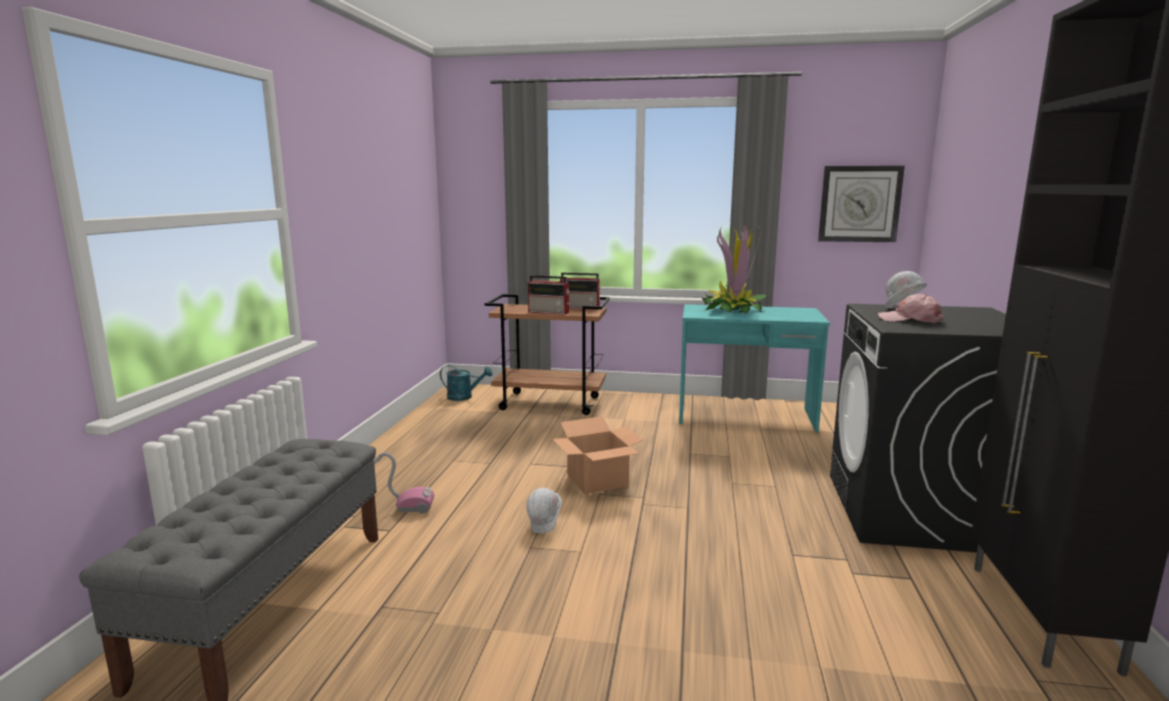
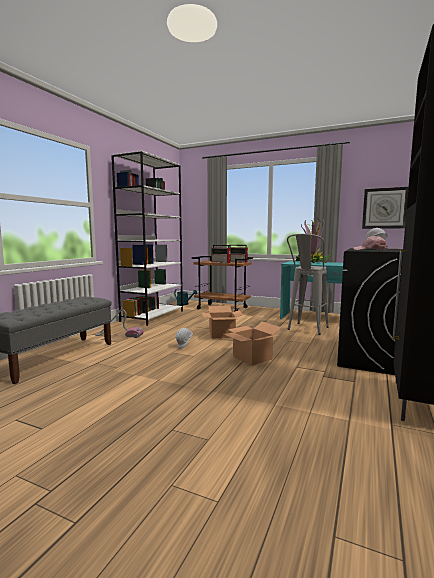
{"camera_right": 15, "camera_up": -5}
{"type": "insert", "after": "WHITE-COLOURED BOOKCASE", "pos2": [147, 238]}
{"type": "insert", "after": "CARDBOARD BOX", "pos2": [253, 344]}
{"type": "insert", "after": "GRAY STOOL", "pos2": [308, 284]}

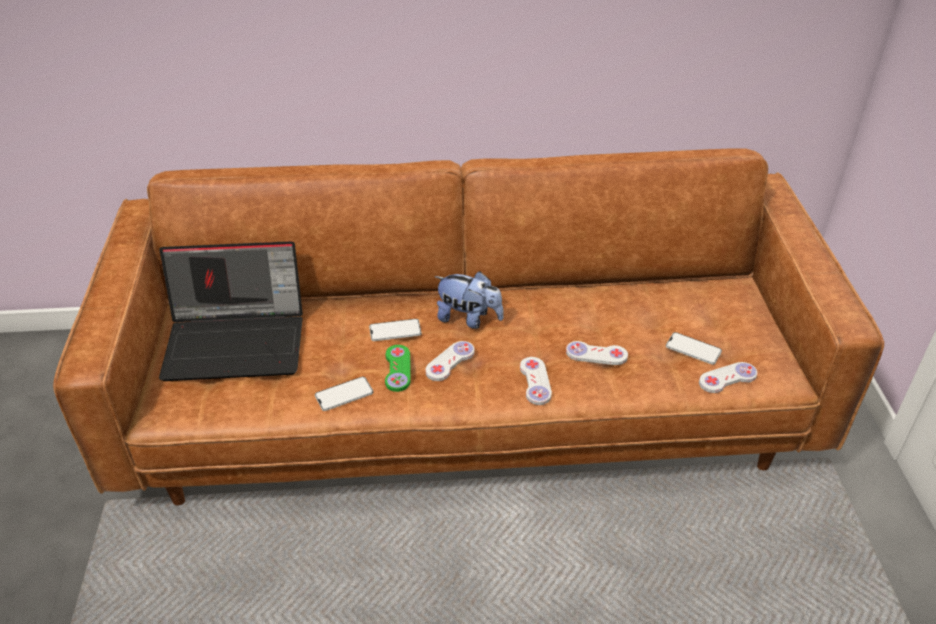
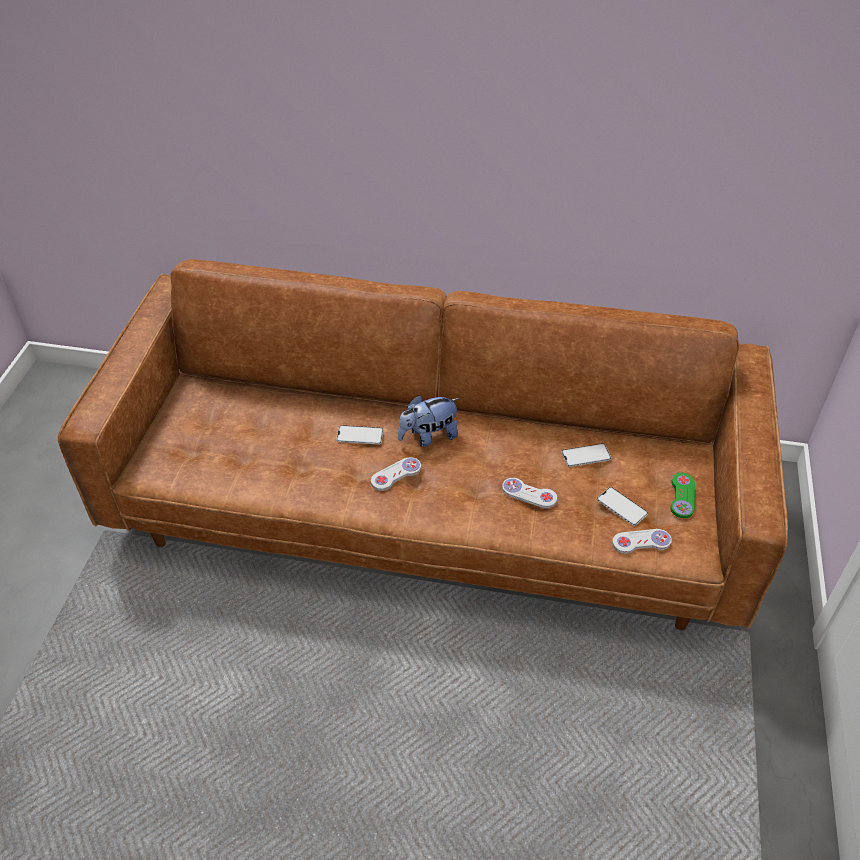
{"camera_right": 15, "camera_up": 5}
{"type": "delete", "before": "PORTABLE COMPUTER", "pos1": [231, 311]}
{"type": "delete", "before": "WHITE-COLOURED JOYPAD", "pos1": [536, 381]}
{"type": "move", "before": "HANDSET", "pos1": [344, 393], "pos2": [586, 455]}
{"type": "move", "before": "GREEN JOYPAD", "pos1": [398, 368], "pos2": [682, 495]}
{"type": "rotate", "before": "PLUSH TOY", "pos1": [469, 300], "pos2": [429, 421], "turn": 120}

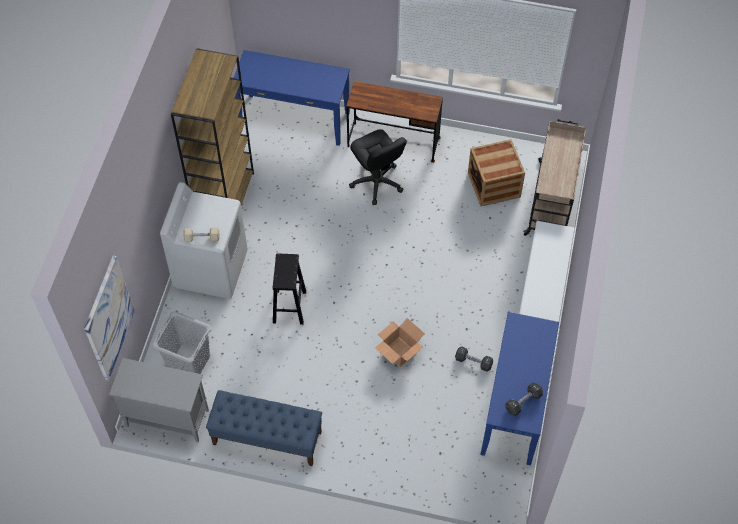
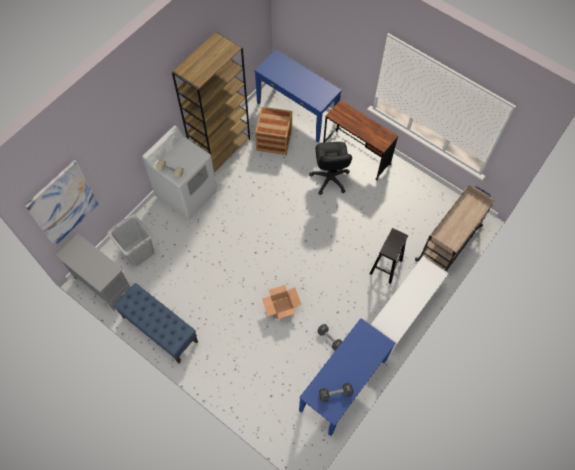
{"camera_right": 25, "camera_up": 5}
{"type": "move", "before": "BLACK STOOL", "pos1": [289, 289], "pos2": [388, 256]}
{"type": "move", "before": "SHIPPING CRATE", "pos1": [496, 172], "pos2": [273, 131]}

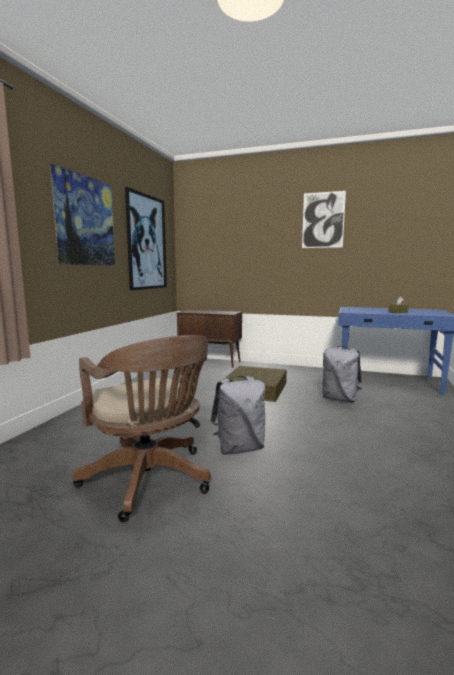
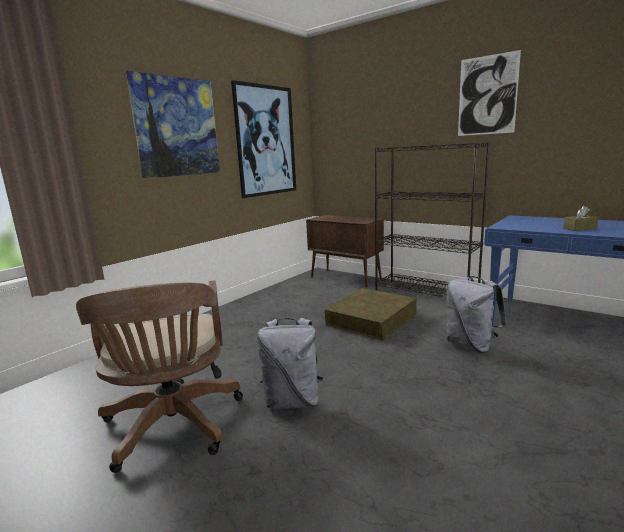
{"camera_right": 20, "camera_up": 5}
{"type": "insert", "after": "BLACK BOOKCASE", "pos2": [432, 220]}

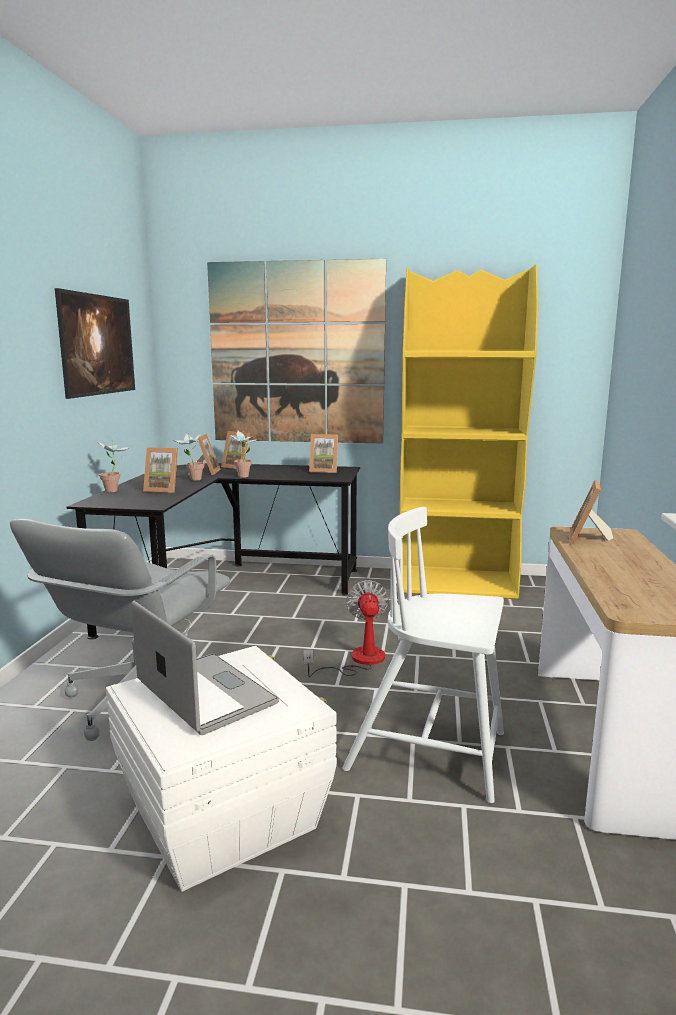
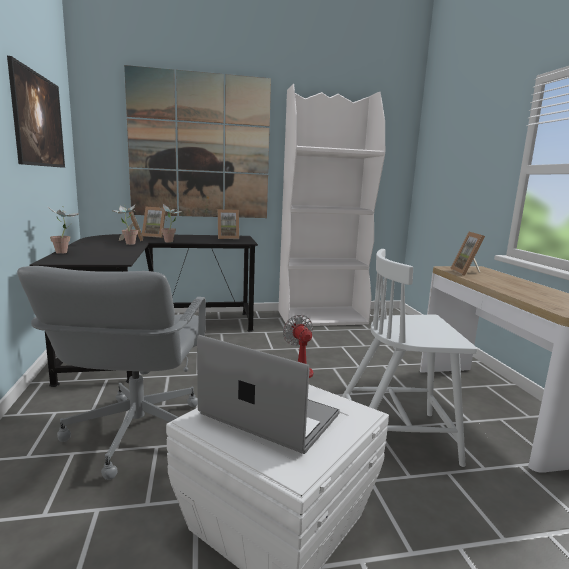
{"camera_right": -20, "camera_up": 0}
{"type": "delete", "before": "PICTURE FRAME", "pos1": [160, 470]}
{"type": "recolor", "before": "YELLOWISH BOOKCASE", "after": "WHITE-COLOURED BOOKCASE", "pos1": [467, 431], "pos2": [331, 205]}

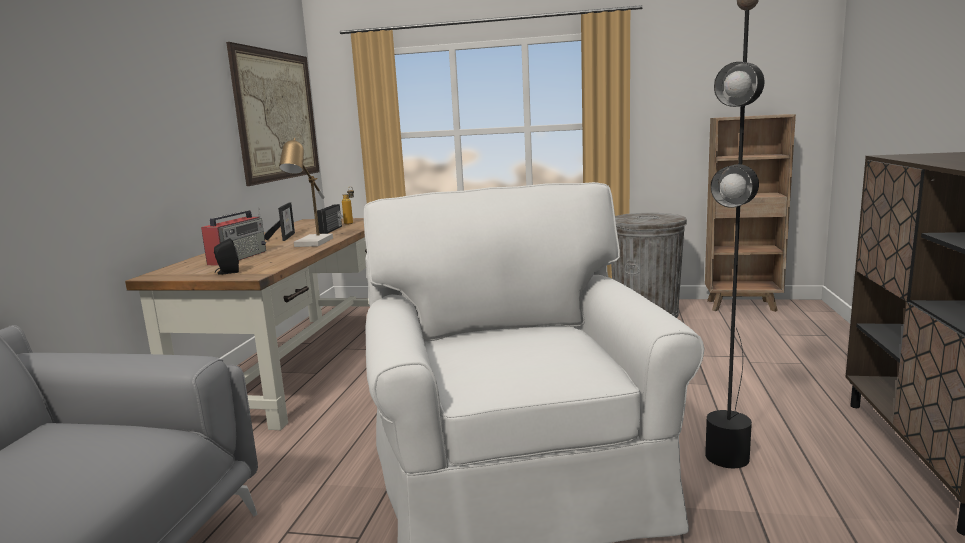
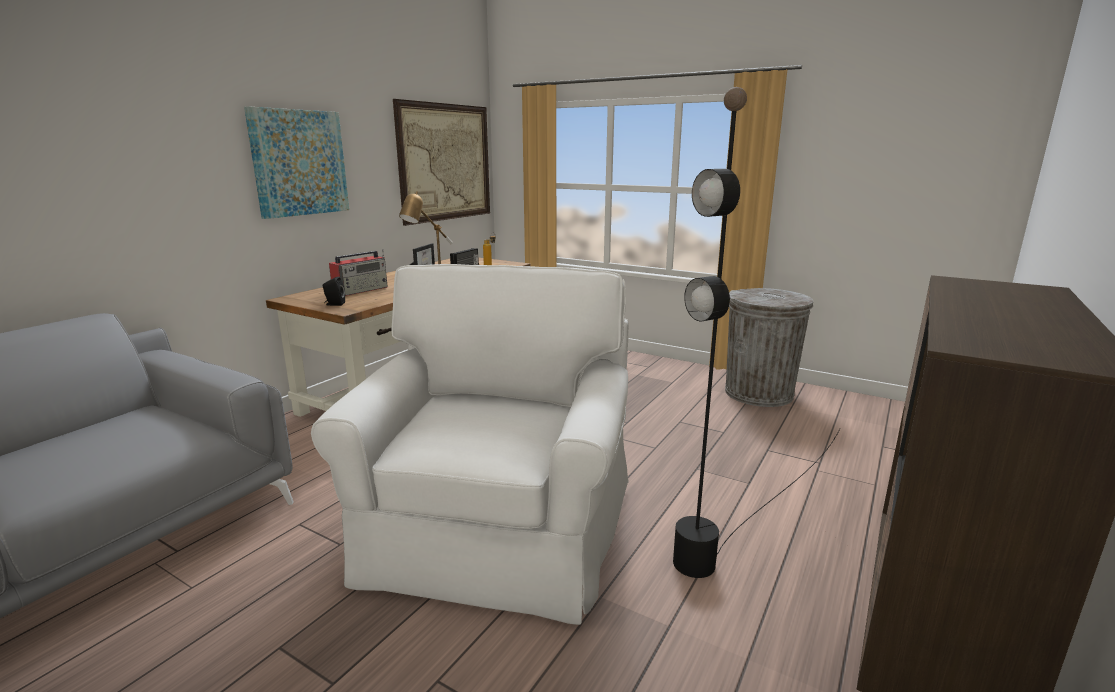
{"camera_right": 20, "camera_up": 5}
{"type": "delete", "before": "BROWN BOOKCASE", "pos1": [750, 213]}
{"type": "insert", "after": "WALL PICTURE", "pos2": [296, 162]}

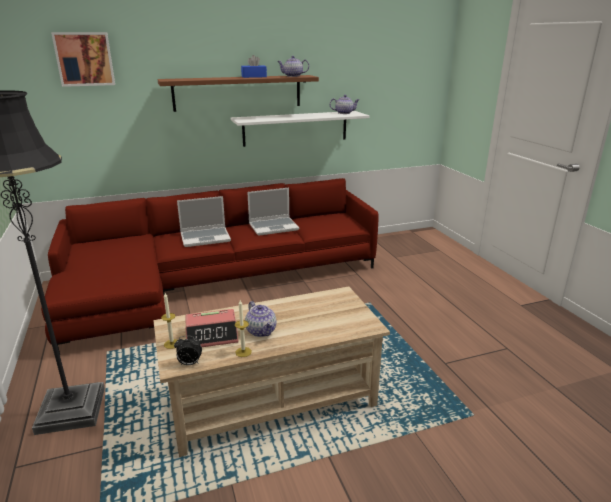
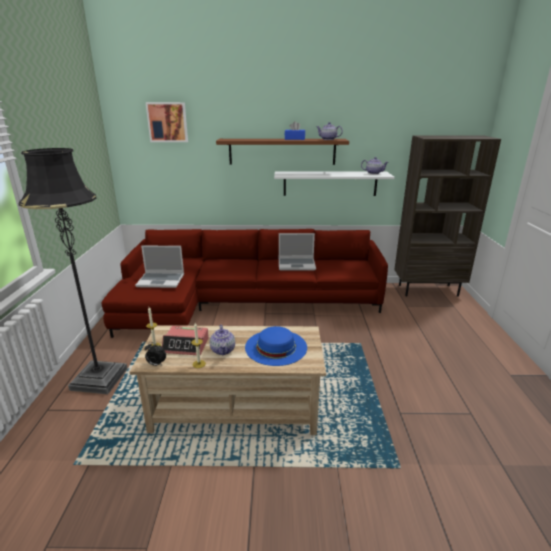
{"camera_right": 20, "camera_up": 0}
{"type": "insert", "after": "BLUE-COLOURED CLOTHING HAT", "pos2": [276, 346]}
{"type": "insert", "after": "BROWN BOOKCASE", "pos2": [447, 216]}
{"type": "move", "before": "PORTABLE COMPUTER", "pos1": [204, 221], "pos2": [159, 266]}

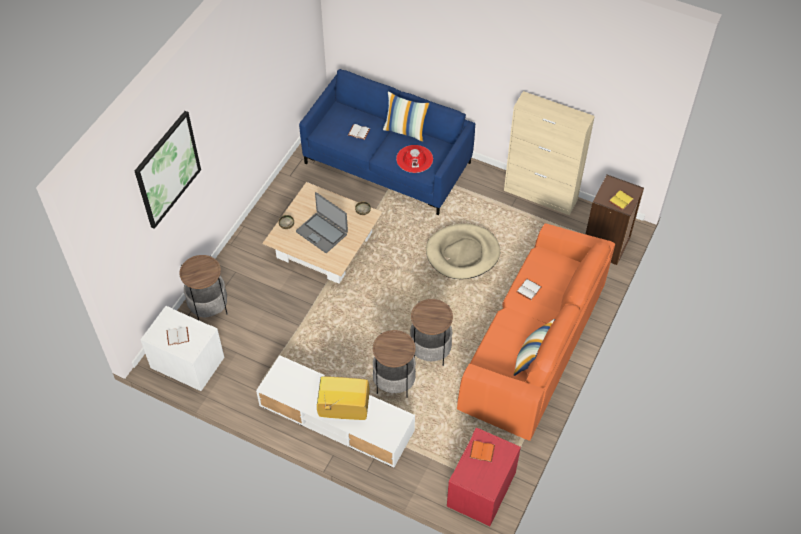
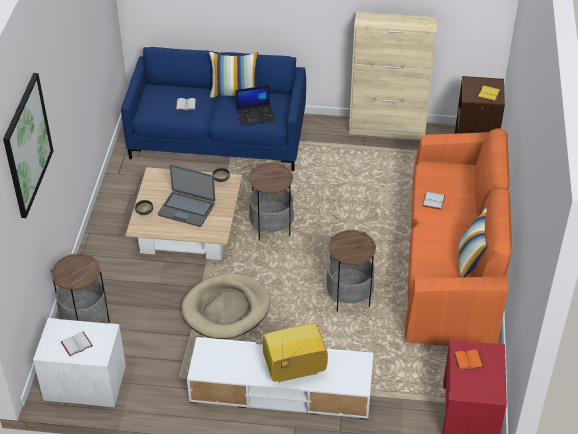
{"camera_right": -20, "camera_up": -10}
{"type": "move", "before": "ACCENT TABLE", "pos1": [394, 364], "pos2": [271, 201]}
{"type": "move", "before": "SAND-COLOURED PET BED", "pos1": [463, 251], "pos2": [225, 306]}
{"type": "replace", "before": "REDDISH CLOTHING HAT", "after": "PORTABLE COMPUTER", "pos1": [414, 159], "pos2": [256, 105]}

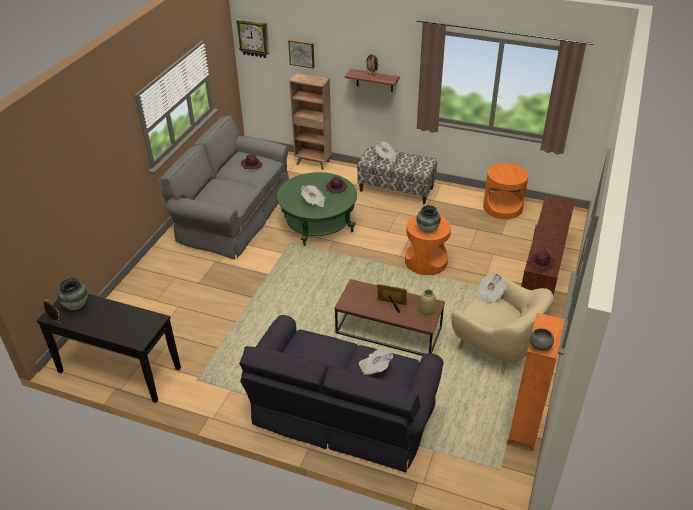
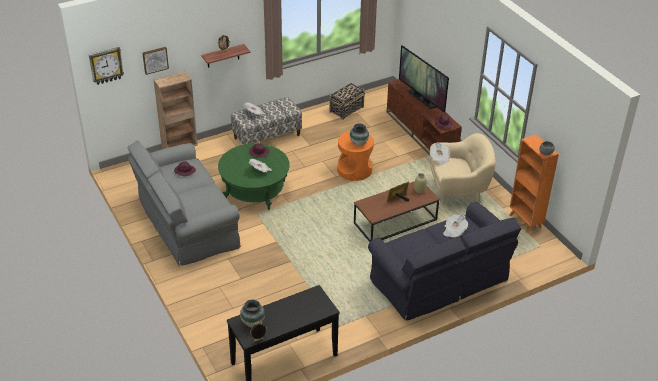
{"camera_right": -50, "camera_up": 0}
{"type": "insert", "after": "TV", "pos2": [424, 79]}
{"type": "replace", "before": "ORANGE ACCENT TABLE", "after": "HOUSEHOLD BASKET", "pos1": [506, 191], "pos2": [347, 101]}

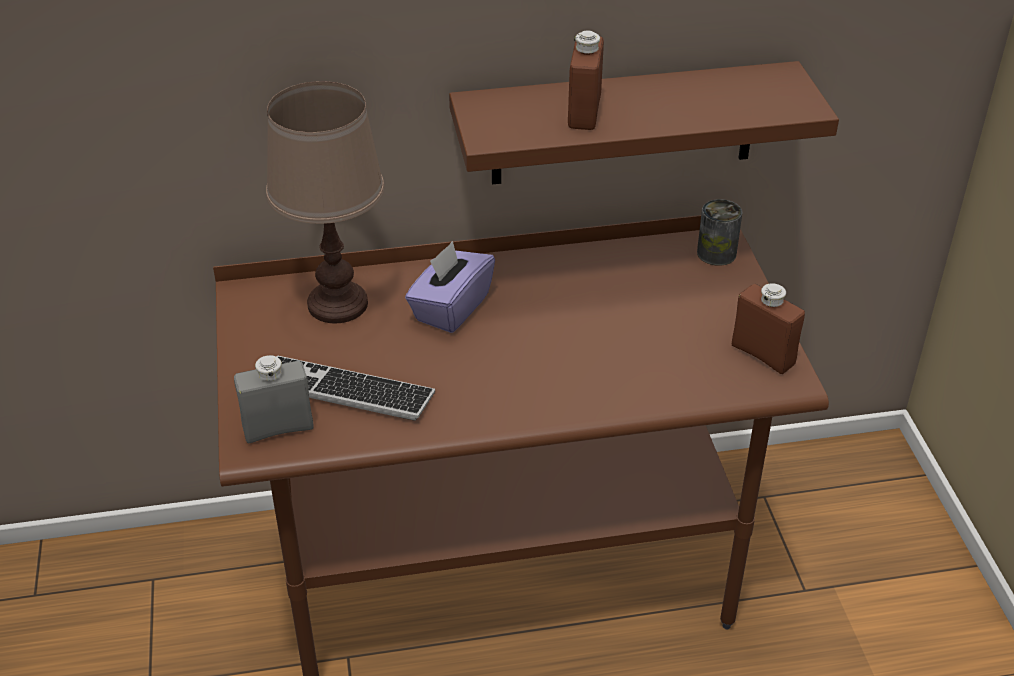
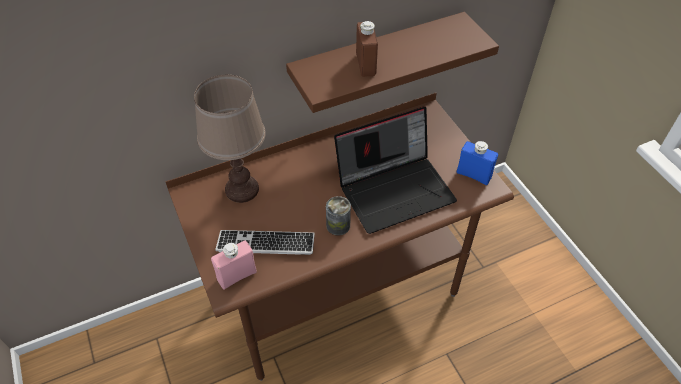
{"camera_right": -15, "camera_up": 10}
{"type": "delete", "before": "PURPLE TISSUE BOX", "pos1": [450, 287]}
{"type": "insert", "after": "PORTABLE COMPUTER", "pos2": [395, 170]}
{"type": "move", "before": "SEALED CAN", "pos1": [719, 232], "pos2": [338, 216]}
{"type": "recolor", "before": "GRAY DRINK BOTTLE", "after": "PINKISH DRINK BOTTLE", "pos1": [274, 399], "pos2": [234, 265]}
{"type": "recolor", "before": "BROWN DRINK BOTTLE", "after": "BLUE-COLOURED DRINK BOTTLE", "pos1": [768, 328], "pos2": [477, 163]}

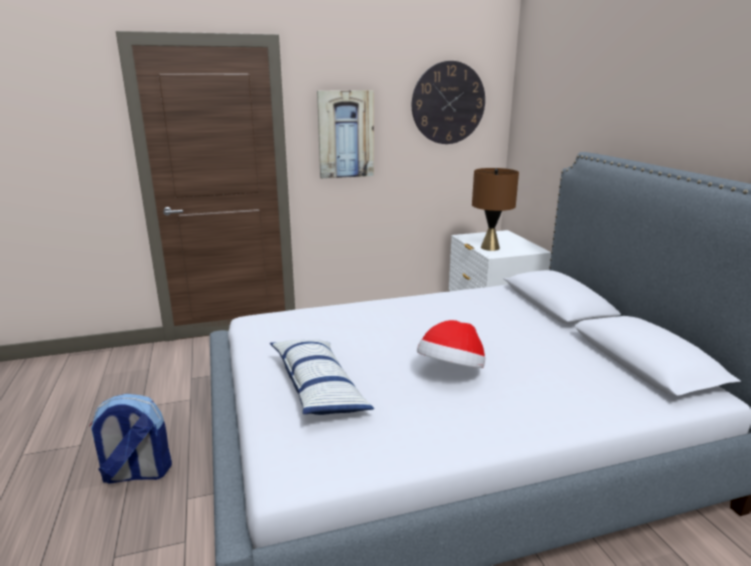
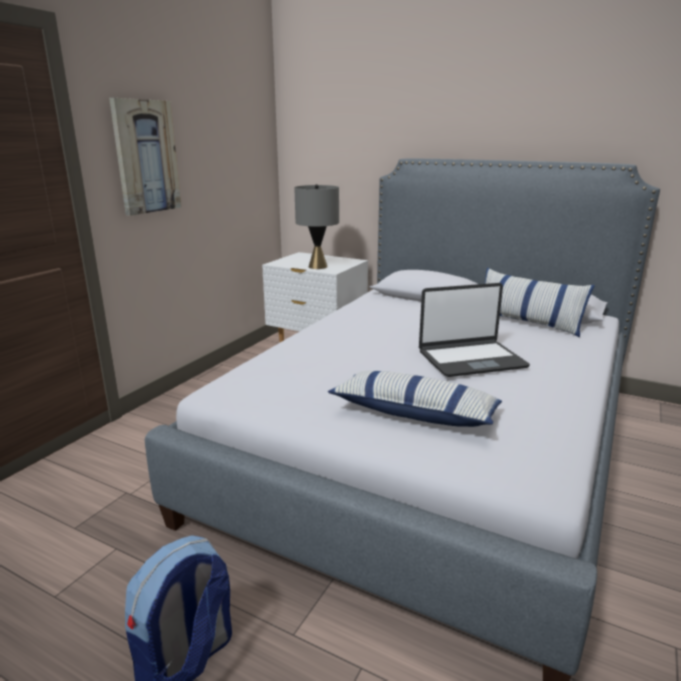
{"camera_right": -45, "camera_up": 0}
{"type": "delete", "before": "CLOCK ON THE WALL", "pos1": [448, 102]}
{"type": "insert", "after": "THROW PILLOW", "pos2": [540, 302]}
{"type": "replace", "before": "CLOTHING HAT", "after": "PORTABLE COMPUTER", "pos1": [451, 344], "pos2": [474, 330]}
{"type": "recolor", "before": "BROWN TABLETOP LAMP", "after": "GRAY TABLETOP LAMP", "pos1": [495, 209], "pos2": [316, 226]}

